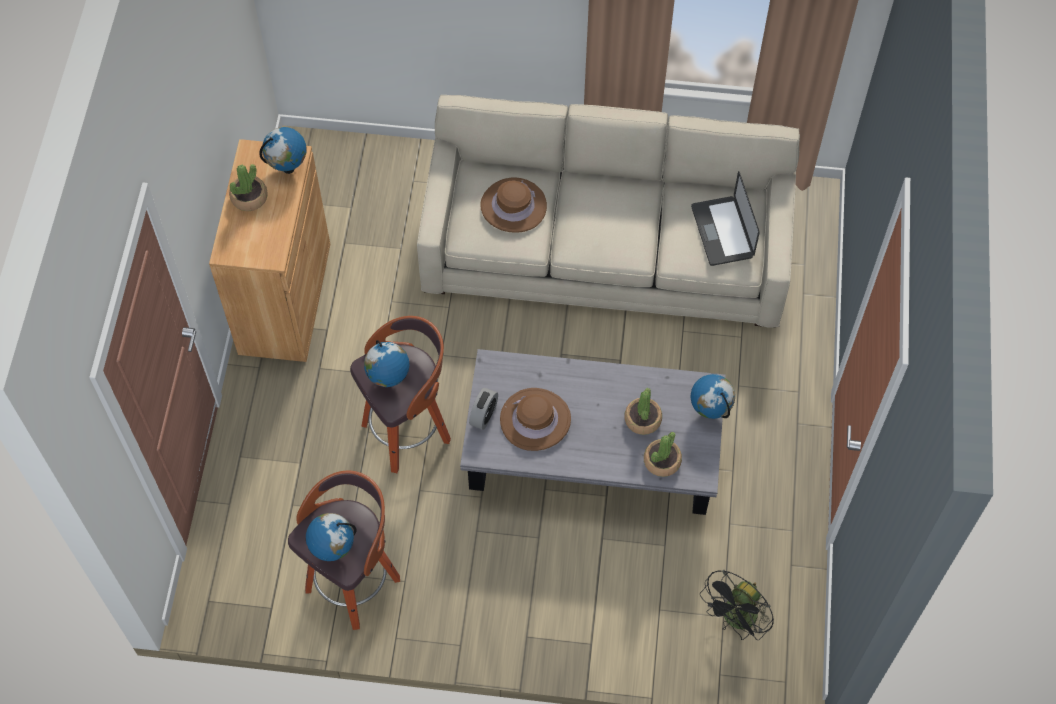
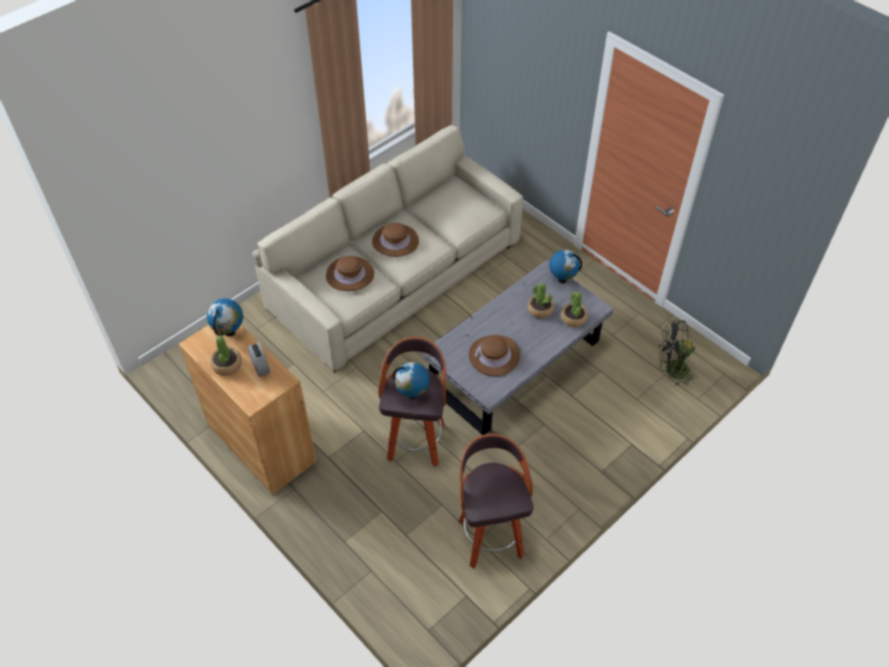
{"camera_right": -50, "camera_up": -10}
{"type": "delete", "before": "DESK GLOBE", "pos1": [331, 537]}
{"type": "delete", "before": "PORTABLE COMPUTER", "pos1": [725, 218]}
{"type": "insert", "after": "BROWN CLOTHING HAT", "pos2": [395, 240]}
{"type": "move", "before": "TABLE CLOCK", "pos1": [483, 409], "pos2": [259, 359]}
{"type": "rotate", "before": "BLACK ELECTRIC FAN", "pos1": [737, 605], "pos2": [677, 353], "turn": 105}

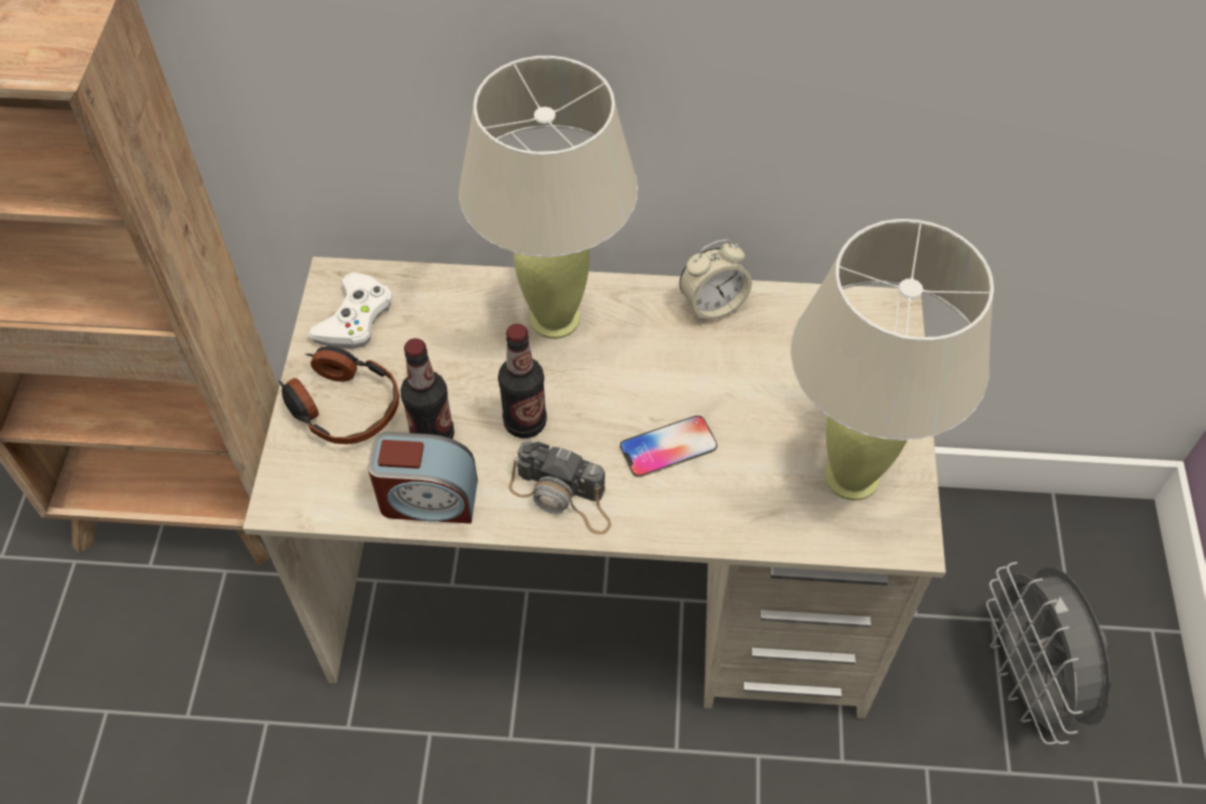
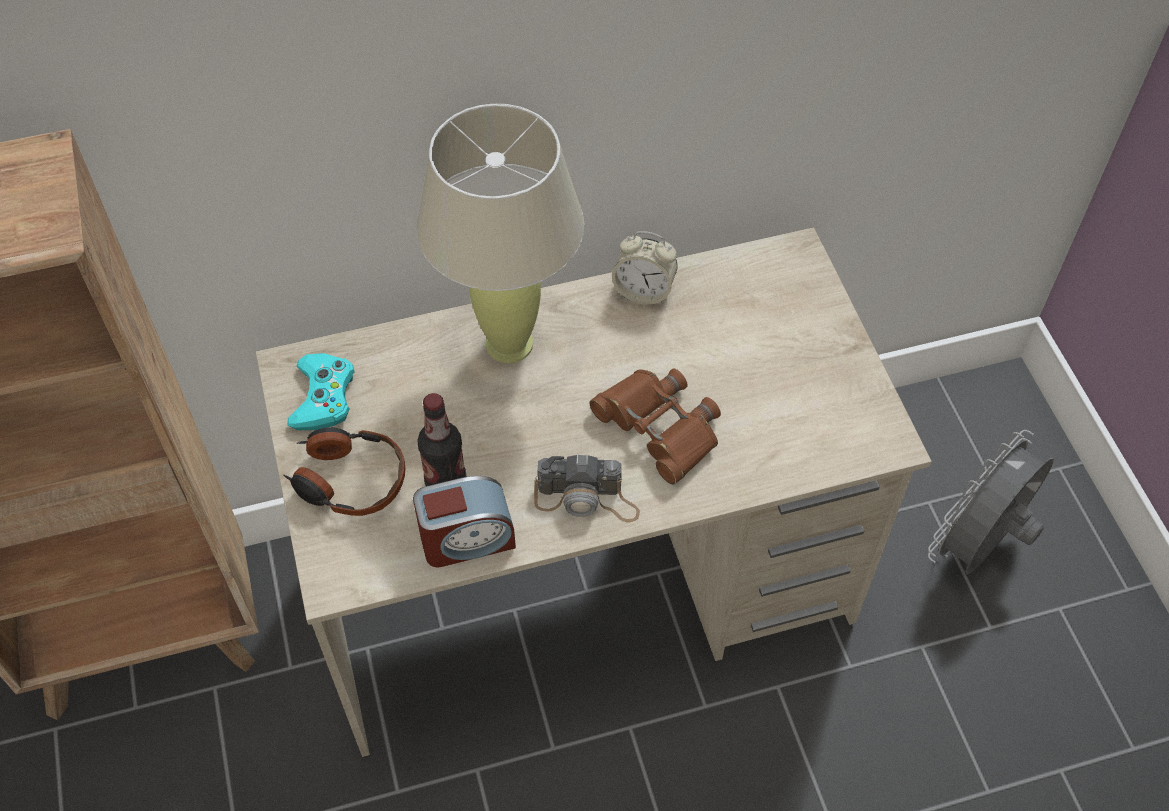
{"camera_right": -20, "camera_up": 0}
{"type": "delete", "before": "DRINK BOTTLE", "pos1": [522, 381]}
{"type": "delete", "before": "SAND-COLOURED TABLETOP LAMP", "pos1": [892, 360]}
{"type": "replace", "before": "HANDSET", "after": "BROWN PAIR OF BINOCULARS", "pos1": [668, 446], "pos2": [655, 426]}
{"type": "recolor", "before": "WHITE-COLOURED JOYPAD", "after": "BLUE-GREEN JOYPAD", "pos1": [350, 310], "pos2": [321, 391]}
{"type": "rotate", "before": "TABLE CLOCK", "pos1": [715, 280], "pos2": [644, 268], "turn": 60}
{"type": "rotate", "before": "GRAY ELECTRIC FAN", "pos1": [1048, 653], "pos2": [991, 502], "turn": 75}

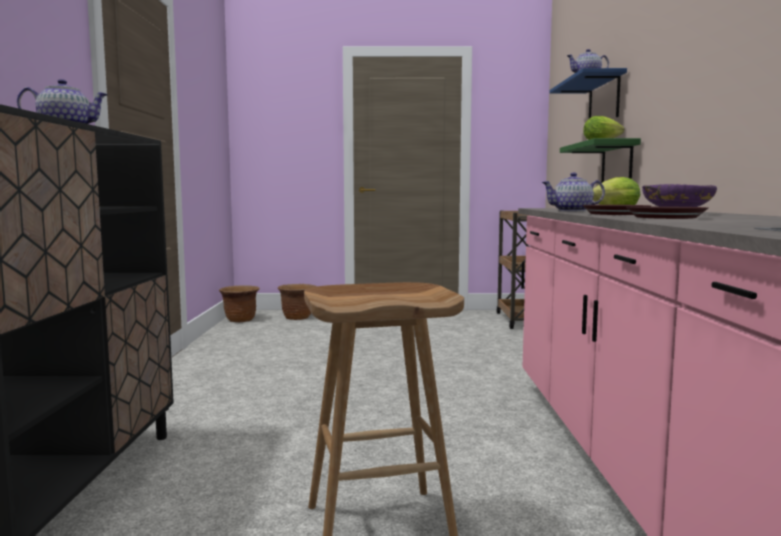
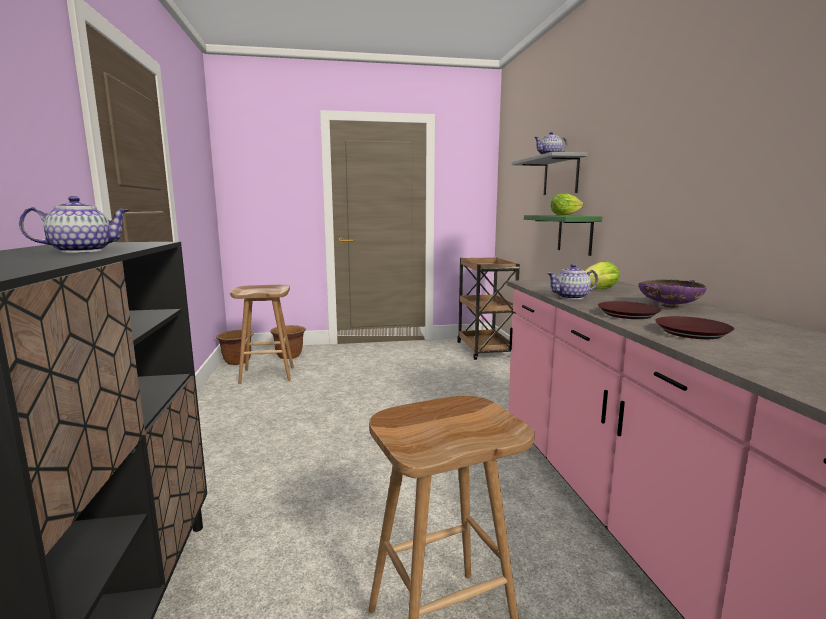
{"camera_right": -10, "camera_up": 5}
{"type": "insert", "after": "BROWN STOOL", "pos2": [262, 334]}
{"type": "recolor", "before": "BLUE-COLOURED WALL SHELF", "after": "GRAY WALL SHELF", "pos1": [588, 93], "pos2": [549, 173]}

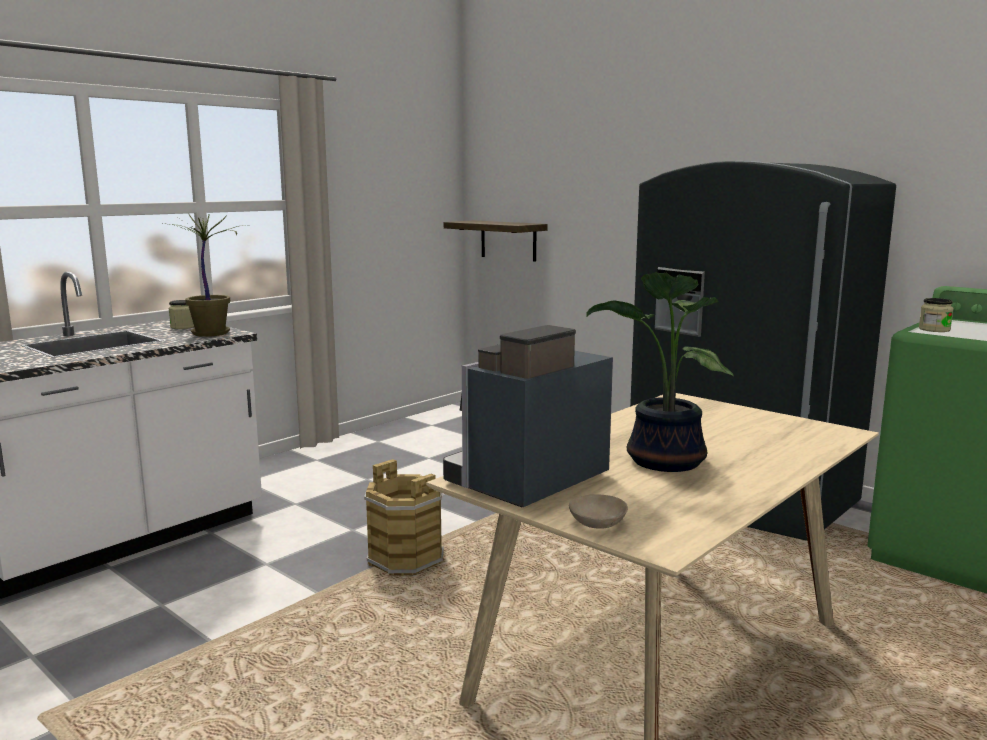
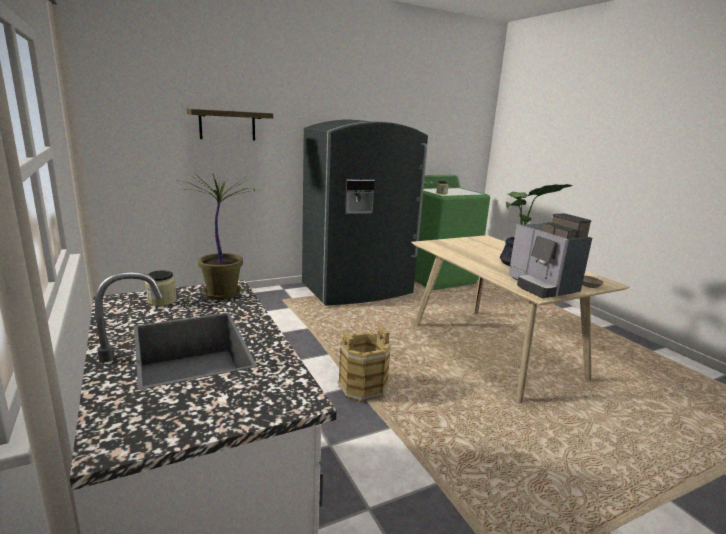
{"camera_right": -70, "camera_up": 5}
{"type": "move", "before": "WALL SHELF", "pos1": [496, 241], "pos2": [230, 125]}

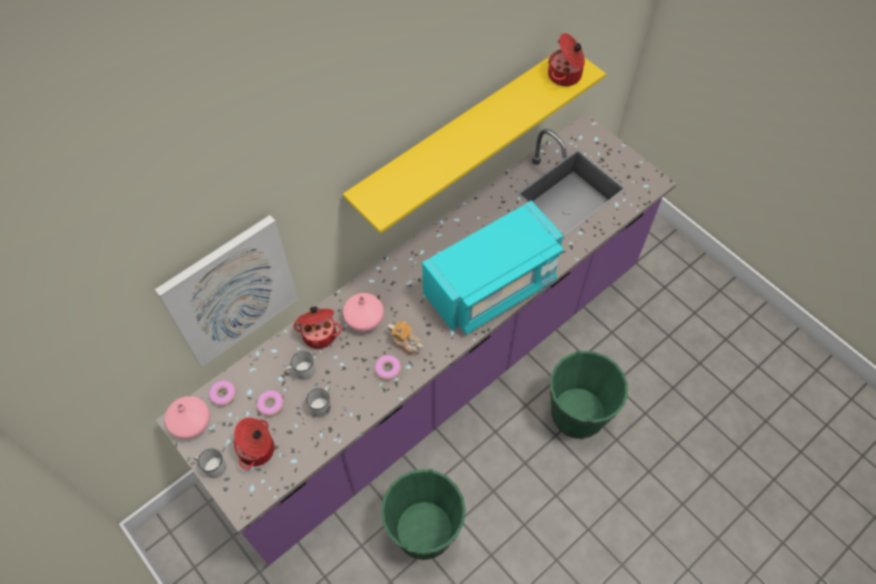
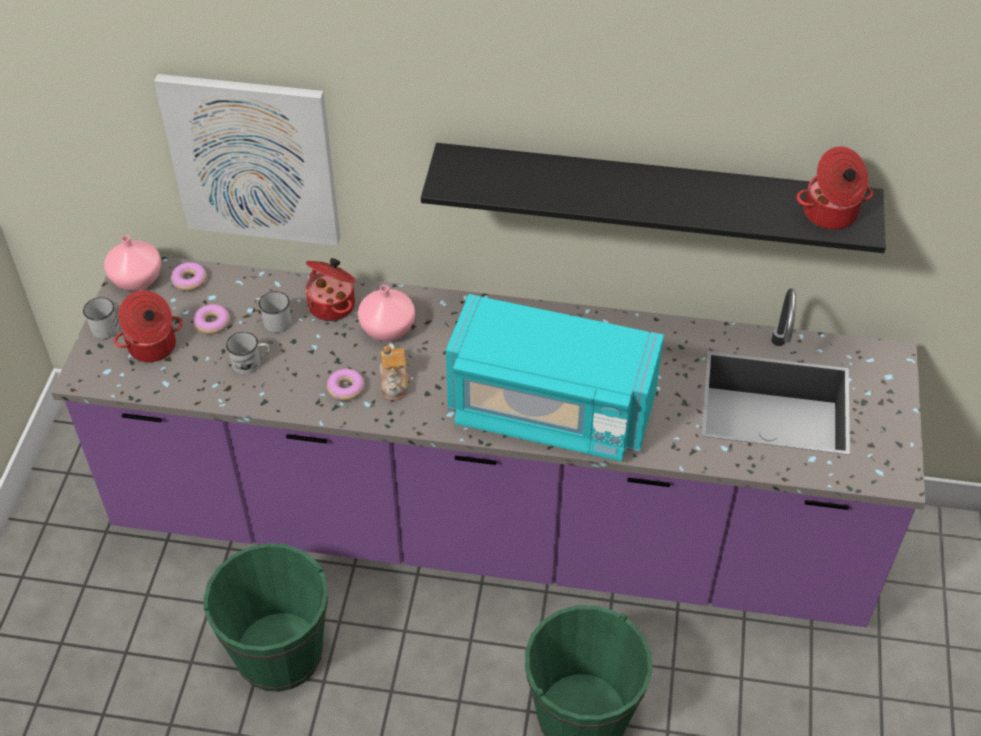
{"camera_right": 50, "camera_up": -10}
{"type": "recolor", "before": "YELLOWISH WALL SHELF", "after": "BLACK WALL SHELF", "pos1": [474, 145], "pos2": [653, 198]}

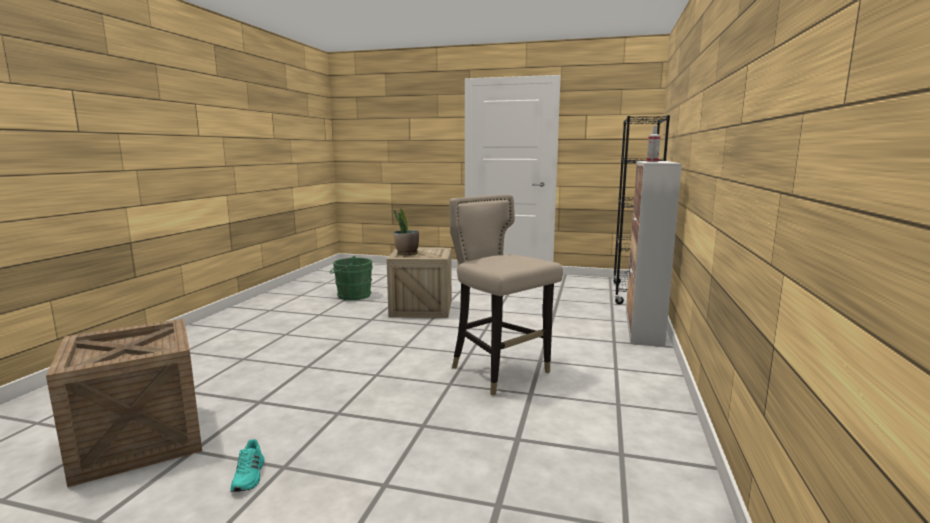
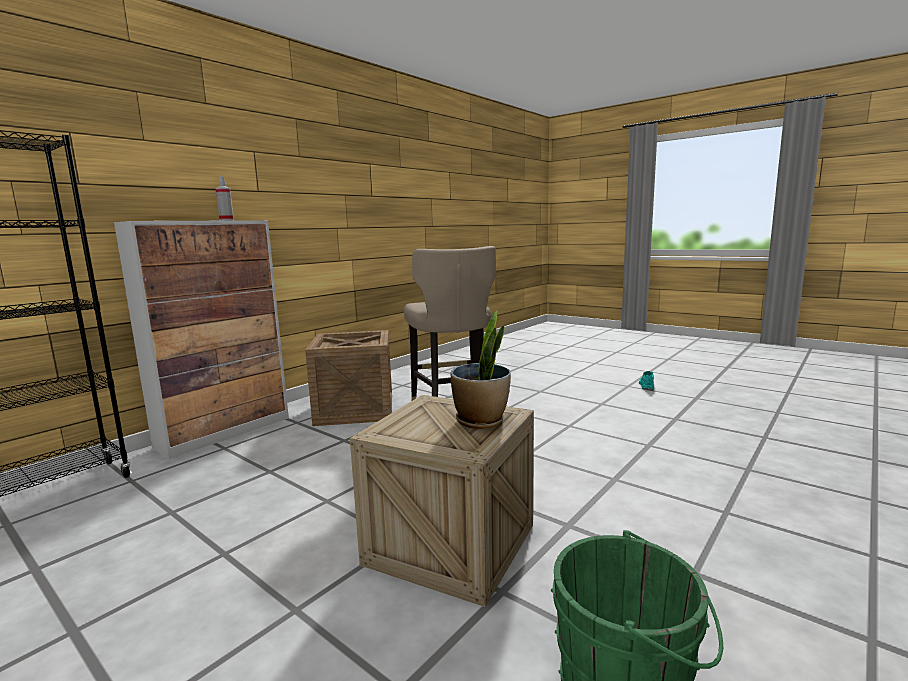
{"camera_right": -155, "camera_up": 0}
{"type": "move", "before": "SHIPPING CRATE", "pos1": [124, 403], "pos2": [348, 378]}

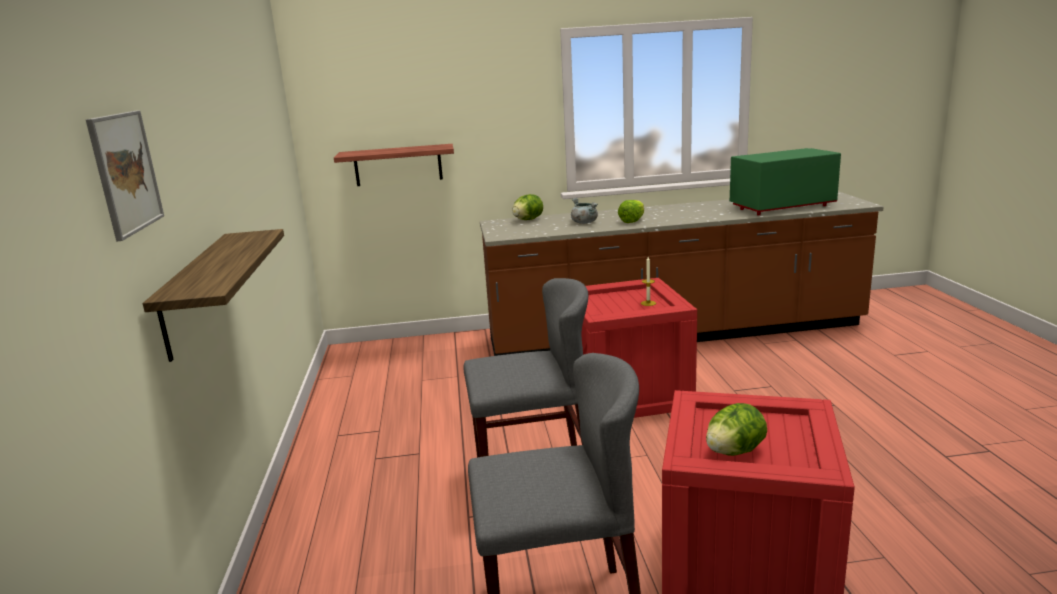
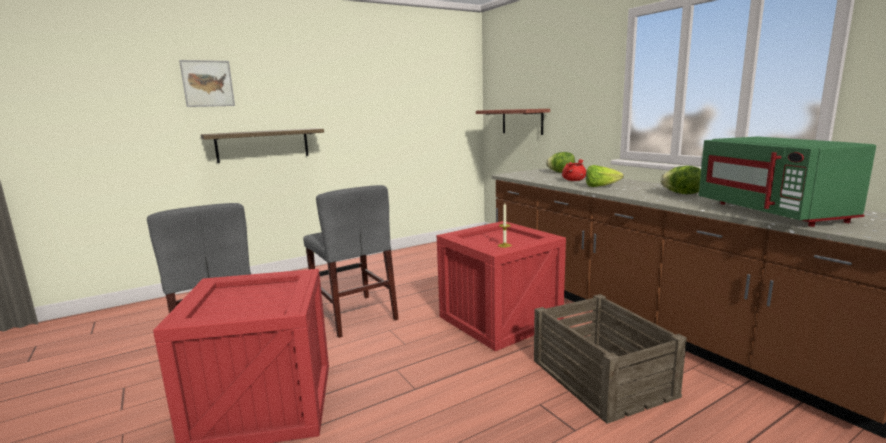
{"camera_right": 65, "camera_up": -5}
{"type": "insert", "after": "SHIPPING CRATE", "pos2": [610, 359]}
{"type": "move", "before": "LETTUCE HEAD", "pos1": [736, 429], "pos2": [680, 180]}
{"type": "recolor", "before": "GRAY STOCKPOT", "after": "REDDISH STOCKPOT", "pos1": [584, 211], "pos2": [574, 170]}
{"type": "rotate", "before": "GREEN KITCHEN MICROWAVE", "pos1": [785, 181], "pos2": [787, 182], "turn": -150}

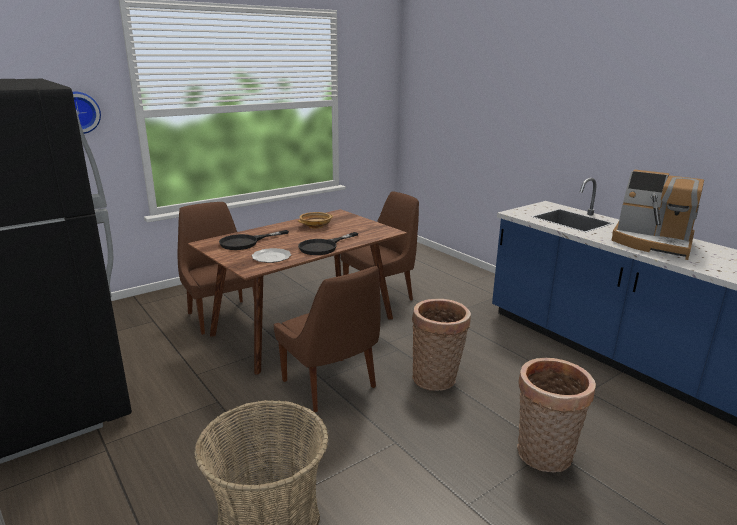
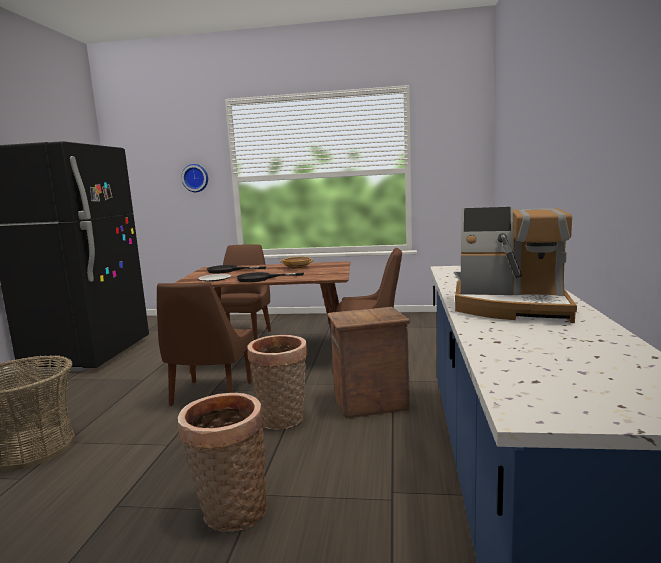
{"camera_right": 45, "camera_up": -10}
{"type": "insert", "after": "SHIPPING CRATE", "pos2": [368, 363]}
{"type": "rotate", "before": "COFFEE BREWER", "pos1": [657, 215], "pos2": [516, 265], "turn": -60}

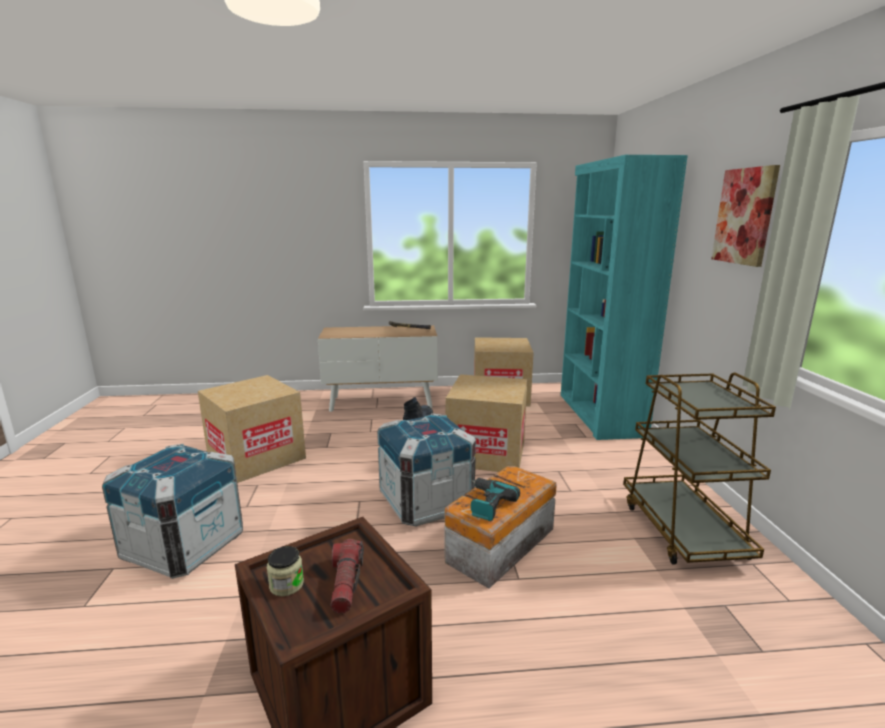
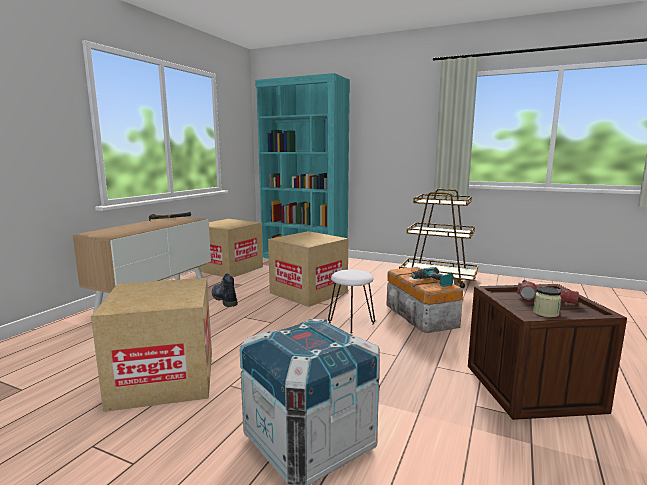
{"camera_right": -60, "camera_up": -5}
{"type": "delete", "before": "WALL PICTURE", "pos1": [745, 216]}
{"type": "replace", "before": "SHIPPING CRATE", "after": "WHITE-COLOURED STOOL", "pos1": [426, 470], "pos2": [351, 301]}

